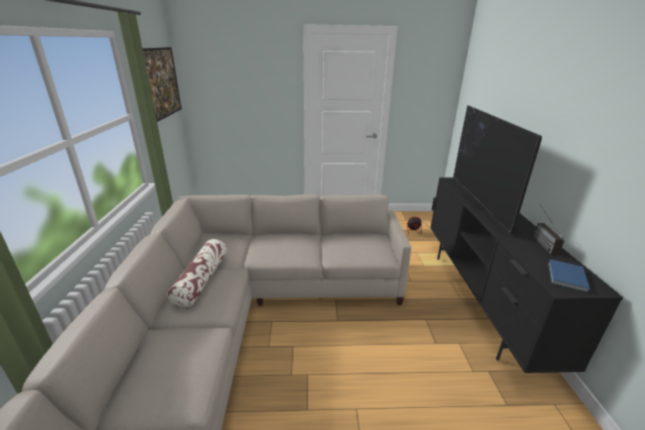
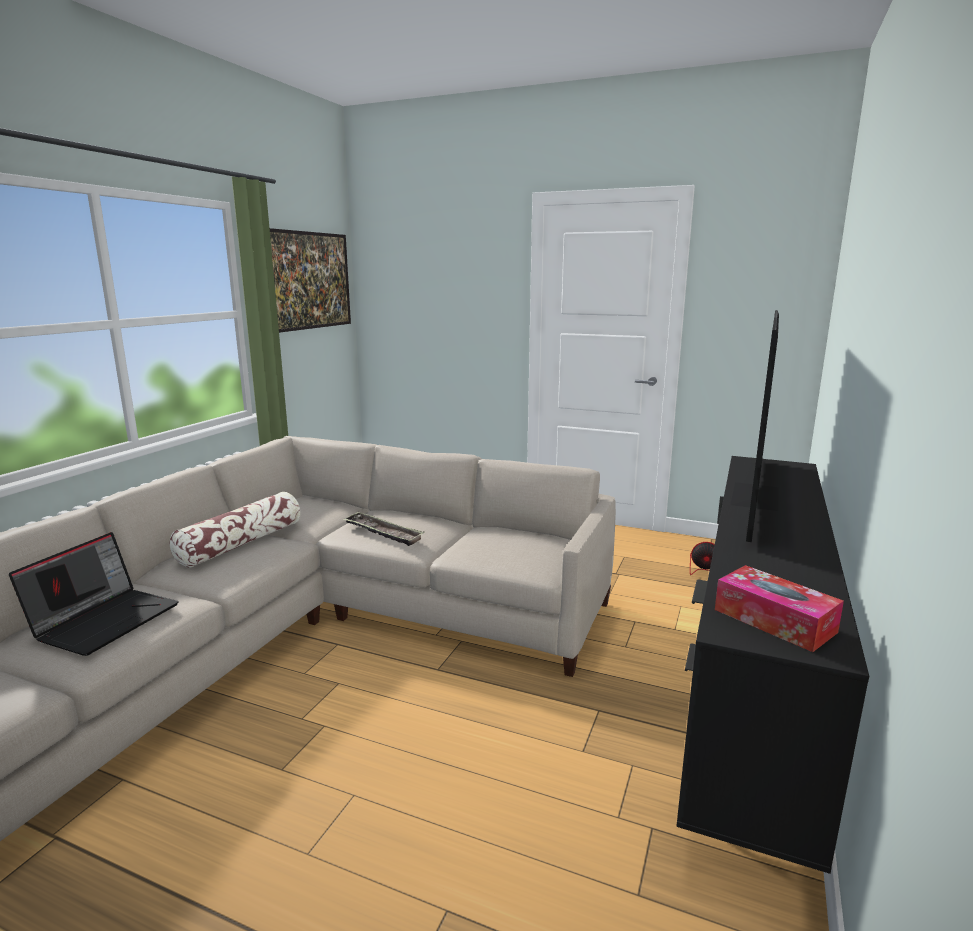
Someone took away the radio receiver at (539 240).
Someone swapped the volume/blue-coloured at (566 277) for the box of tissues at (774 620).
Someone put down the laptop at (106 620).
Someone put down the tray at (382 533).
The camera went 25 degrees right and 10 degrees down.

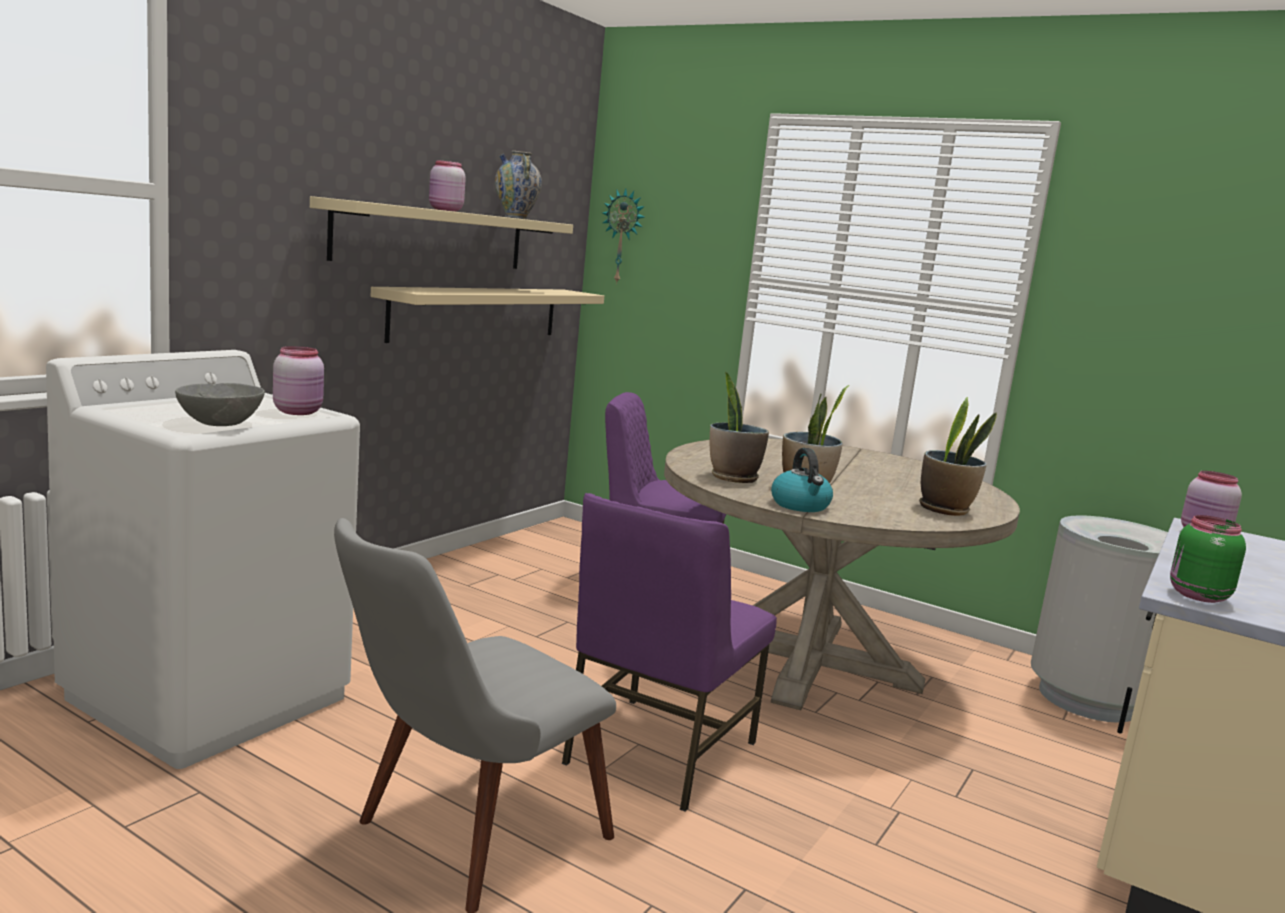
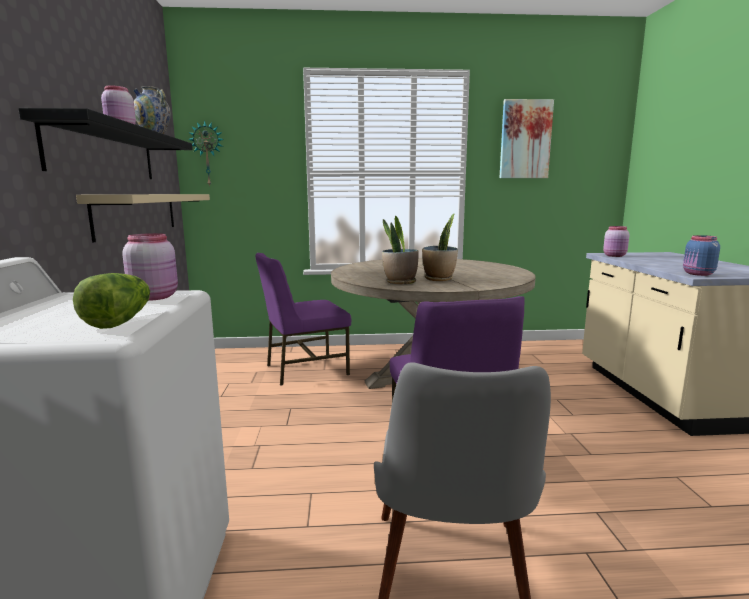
Someone swapped the bowl/greyish at (220 423) for the head of lettuce at (119 321).
Someone repainted the bracket shelf/beige-coloured at (433 237), which became the bracket shelf/black-coloured at (105 153).
Someone took away the water kettle at (801 505).
Someone took away the plant in a pot at (945 509).
Someone took away the rubbish bin/greyish at (1088 699).
Someone repainted the preserve jar/green-coloured at (1196 595), which became the preserve jar/blue-coloured at (698 274).
Someone put up the picture at (525 139).
The camera went 35 degrees left and 0 degrees up.

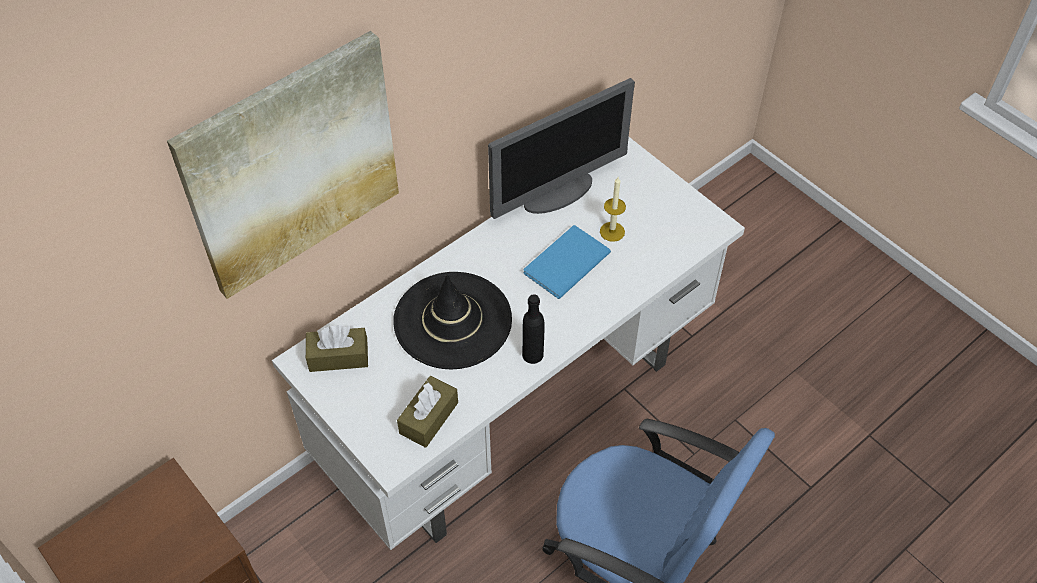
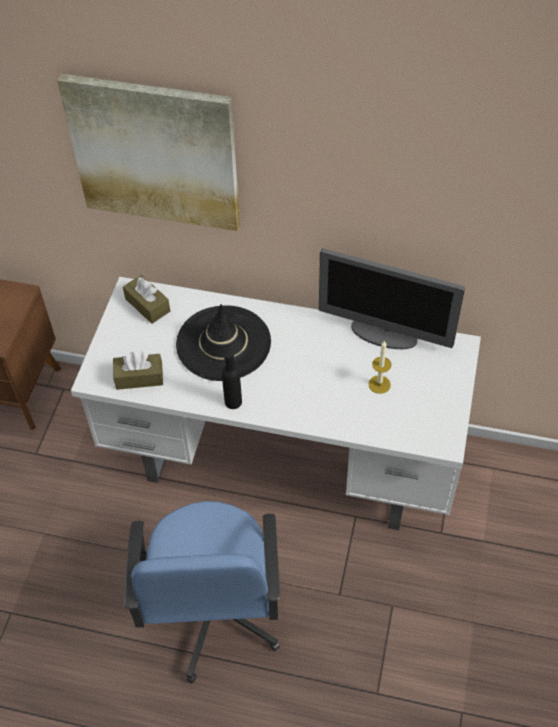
Someone took away the volume/blue-coloured at (563 263).
The camera went 55 degrees right and 0 degrees up.

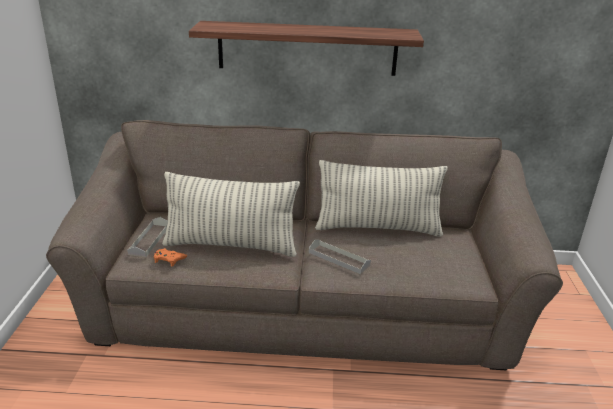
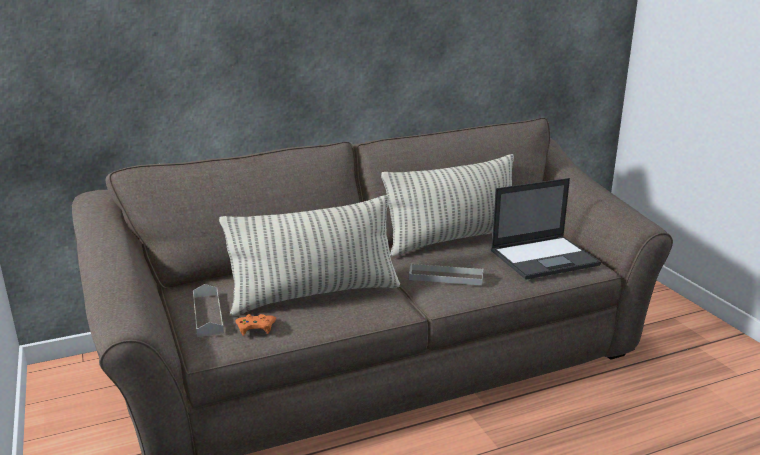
Someone took away the bracket shelf at (307 48).
Someone put down the laptop at (545 257).
The camera went 25 degrees left and 5 degrees down.

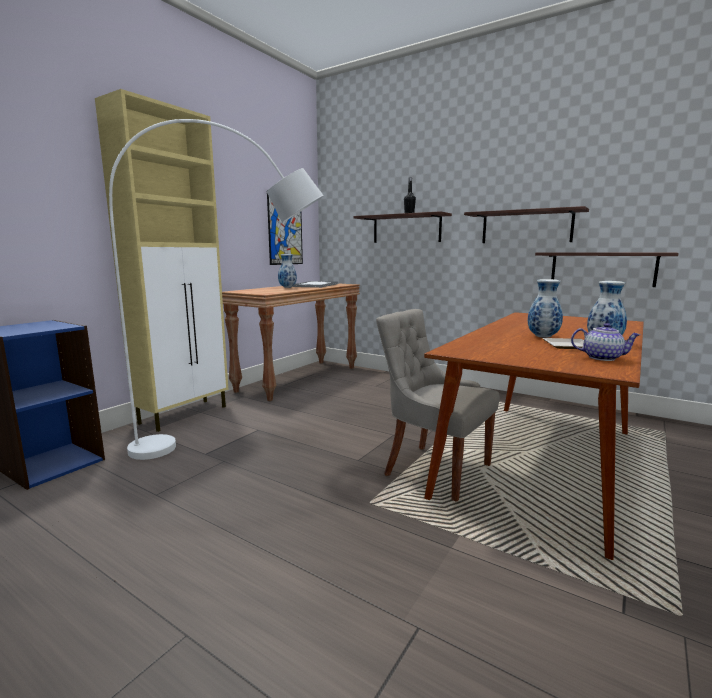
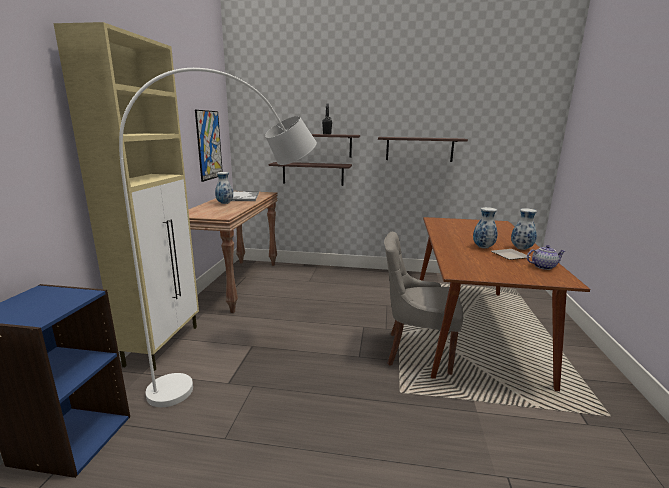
Someone carried the bracket shelf from (602 268) to (313 173).
The camera went 25 degrees left and 5 degrees up.

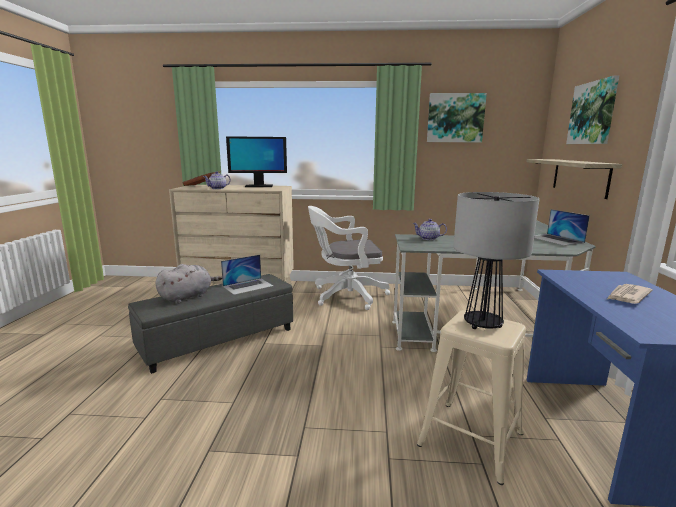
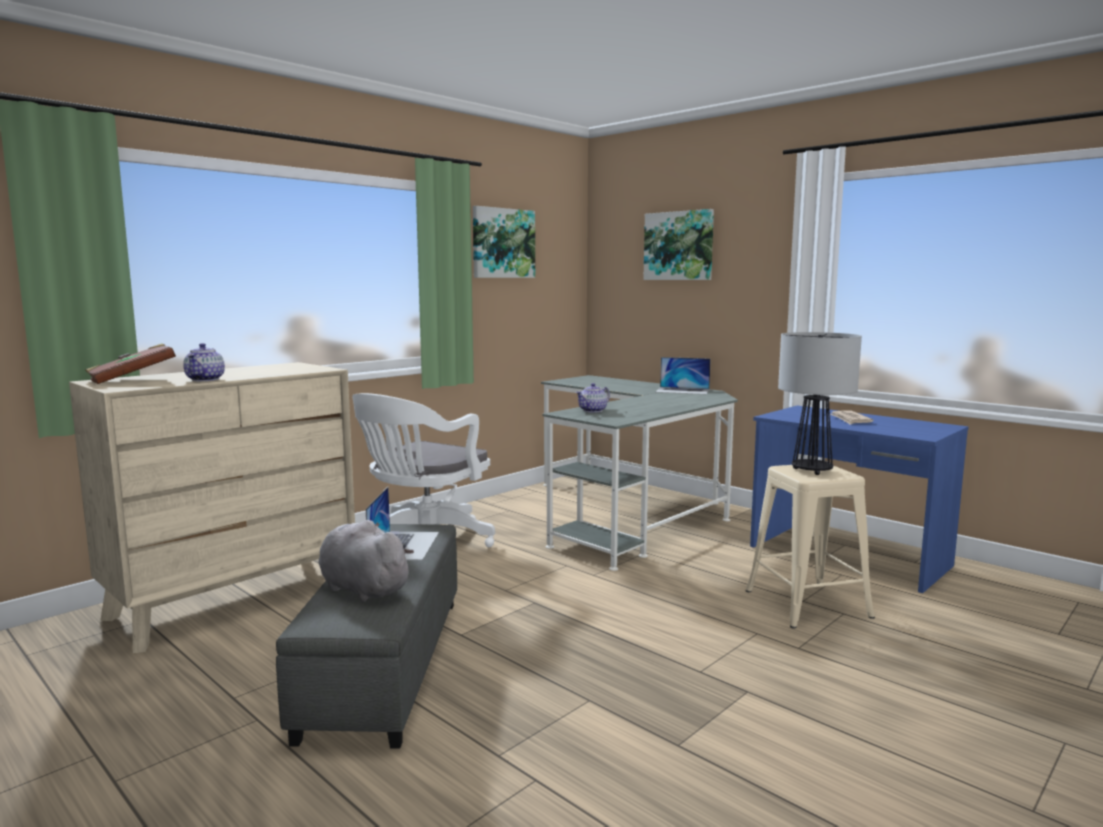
Someone rotated the soft toy/greyish at (188 297) by 45 degrees counterclockwise.
Someone took away the computer screen at (258 186).
Someone took away the bracket shelf at (579 177).
The camera went 50 degrees left and 5 degrees down.

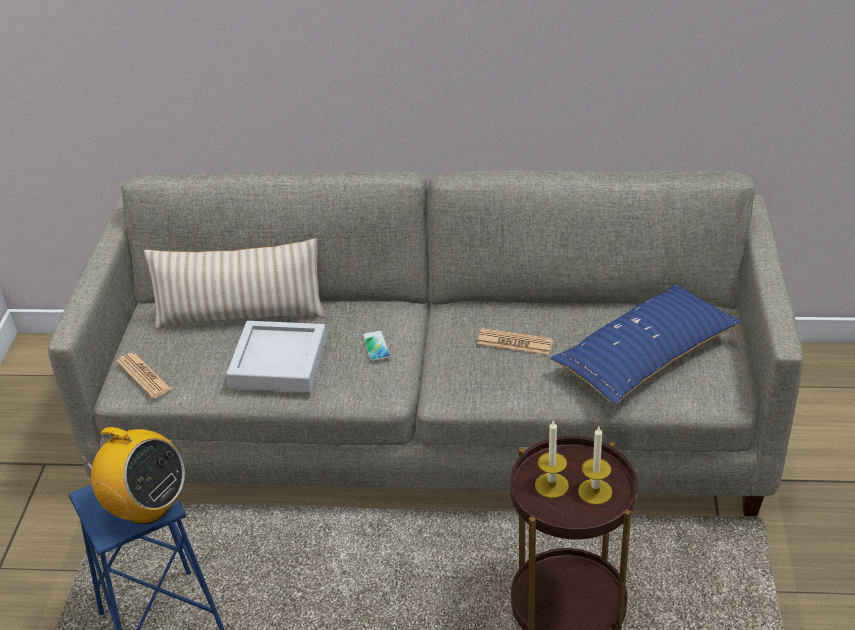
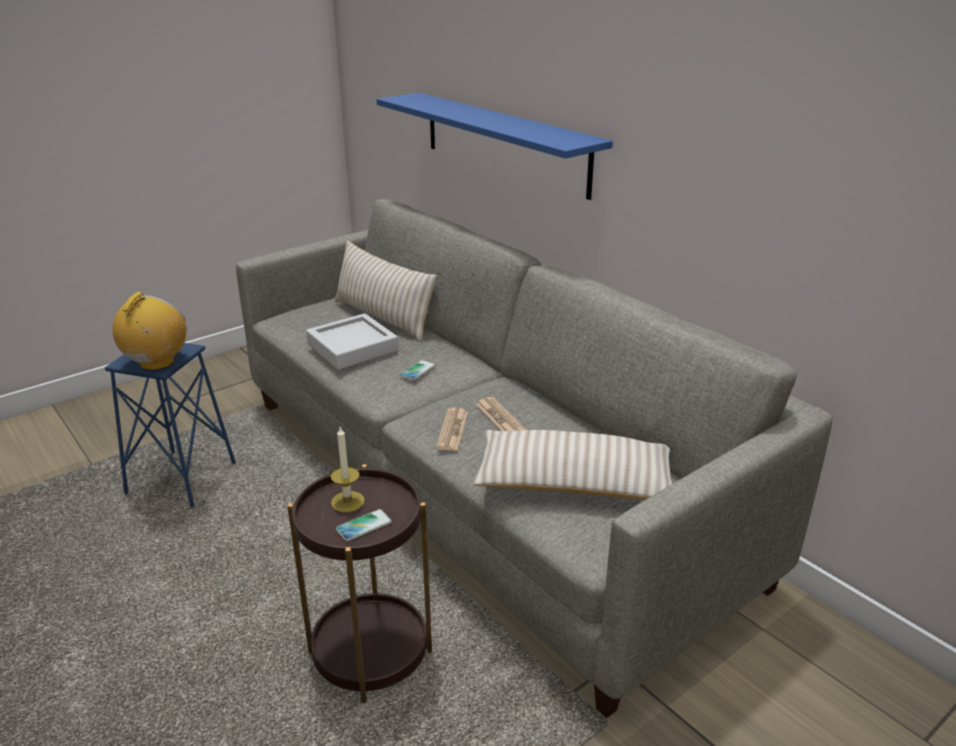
Someone rotated the radio receiver at (146 508) by 150 degrees counterclockwise.
Someone carried the printed paper from (144 376) to (452 430).
Someone repainted the throw pillow/blue-coloured at (645 357), which became the throw pillow/beige-coloured at (574 483).
Someone swapped the candle at (595 491) for the telephone at (364 526).
Someone put up the bracket shelf/blue-coloured at (504 142).
The camera went 45 degrees right and 10 degrees down.

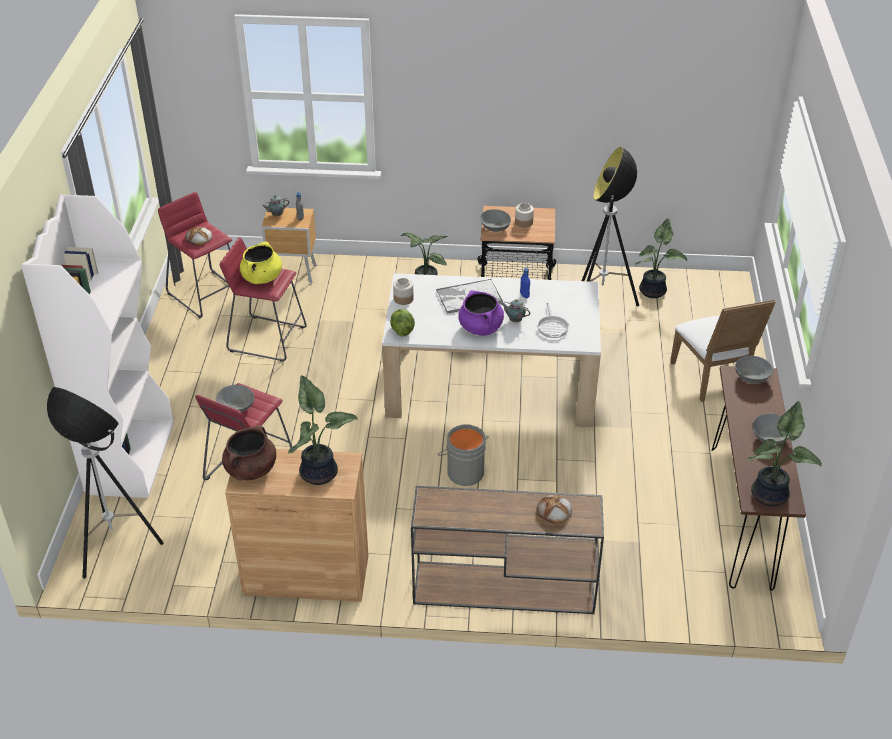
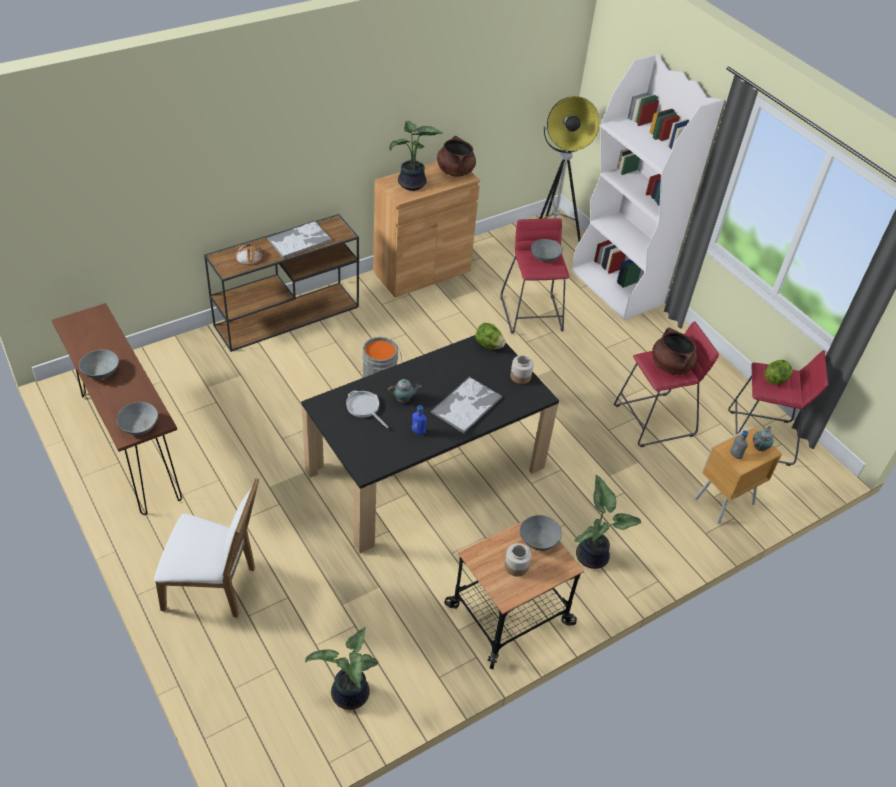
Someone swapped the baked bread at (199 238) for the head of lettuce at (775 379).
Someone repainted the saucepot/yellowish at (262 278), which became the saucepot/brown at (670 365).
Someone repainted the kitchen table/whitish at (490 385), which became the kitchen table/black-coloured at (426 469).
Someone took away the saucepot/purple at (481 328).
Someone took away the standing lamp at (601 302).
Someone rotated the upright chair/whitish at (713 380) by 150 degrees clockwise.
Someone took away the plant in a pot at (771 494).
Someone put down the tray at (299 240).
The camera went 140 degrees right and 5 degrees up.

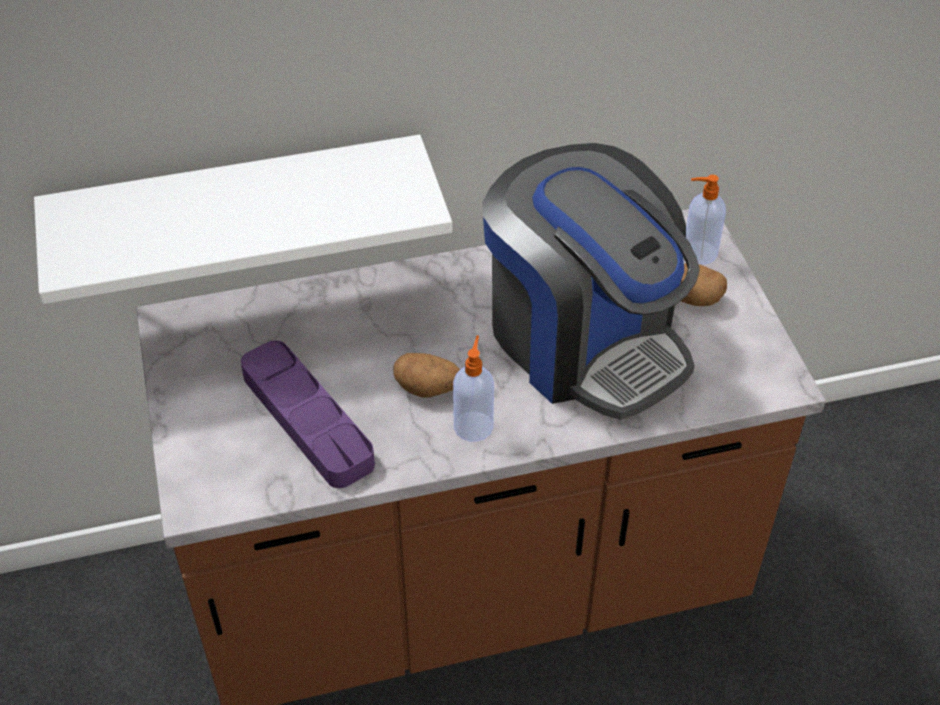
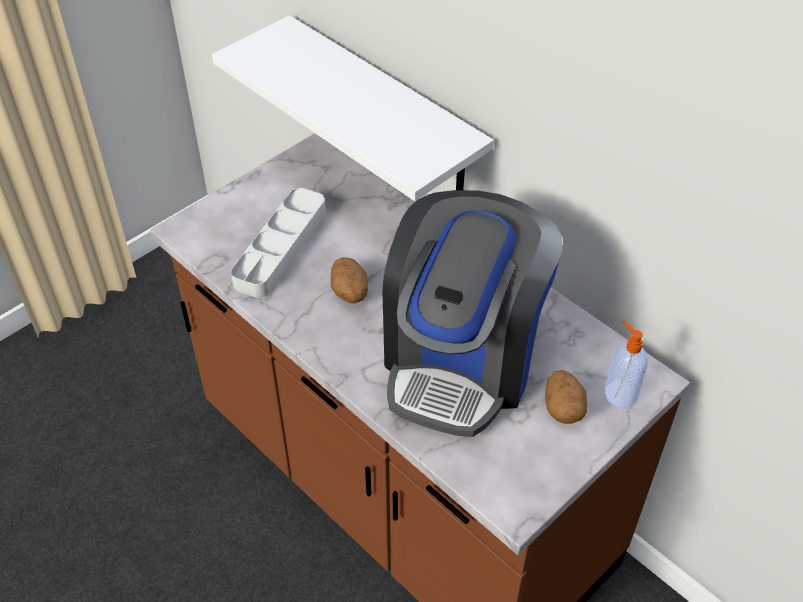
Someone repainted the tray/purple at (307 419), which became the tray/greyish at (281 247).
Someone took away the soap dispenser at (473 425).
The camera went 60 degrees right and 0 degrees up.

